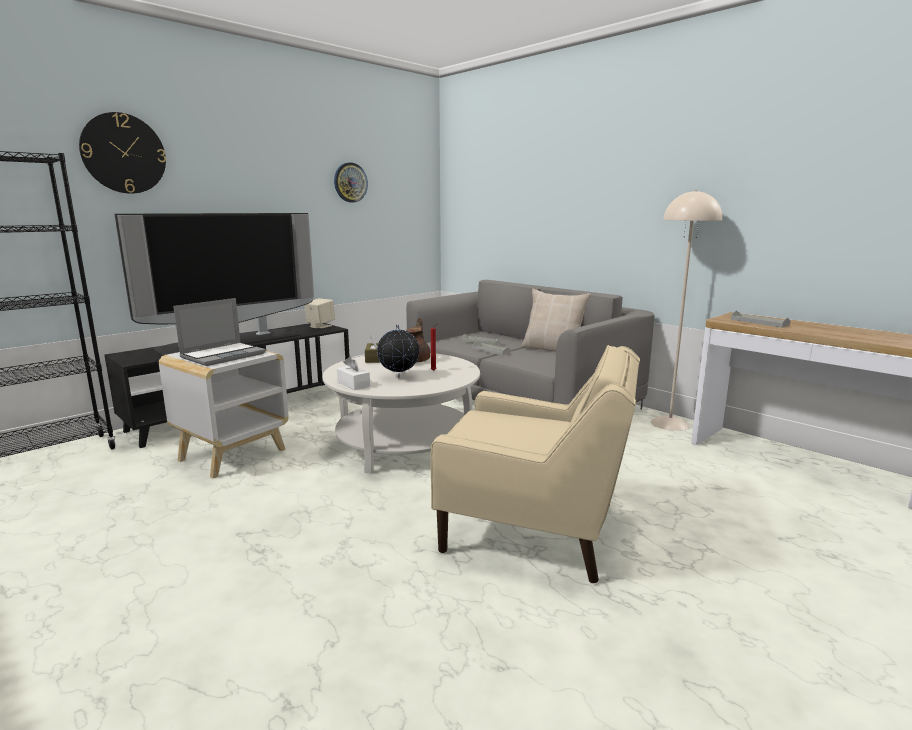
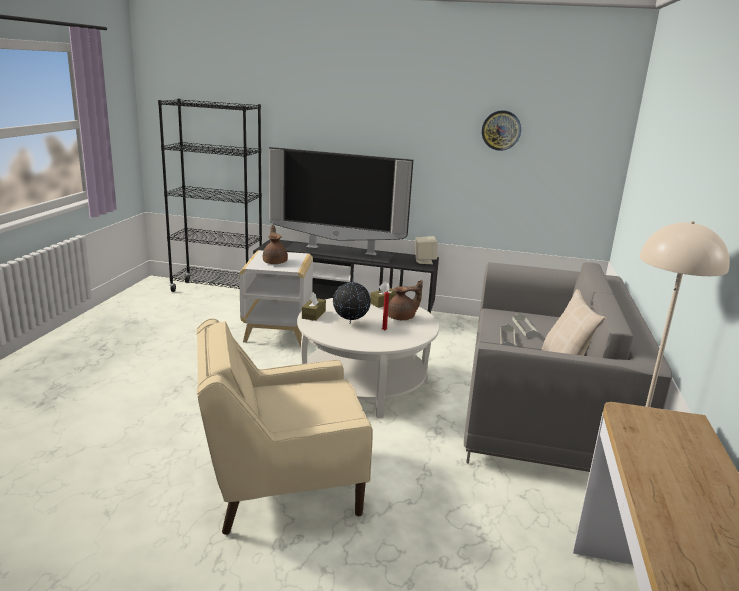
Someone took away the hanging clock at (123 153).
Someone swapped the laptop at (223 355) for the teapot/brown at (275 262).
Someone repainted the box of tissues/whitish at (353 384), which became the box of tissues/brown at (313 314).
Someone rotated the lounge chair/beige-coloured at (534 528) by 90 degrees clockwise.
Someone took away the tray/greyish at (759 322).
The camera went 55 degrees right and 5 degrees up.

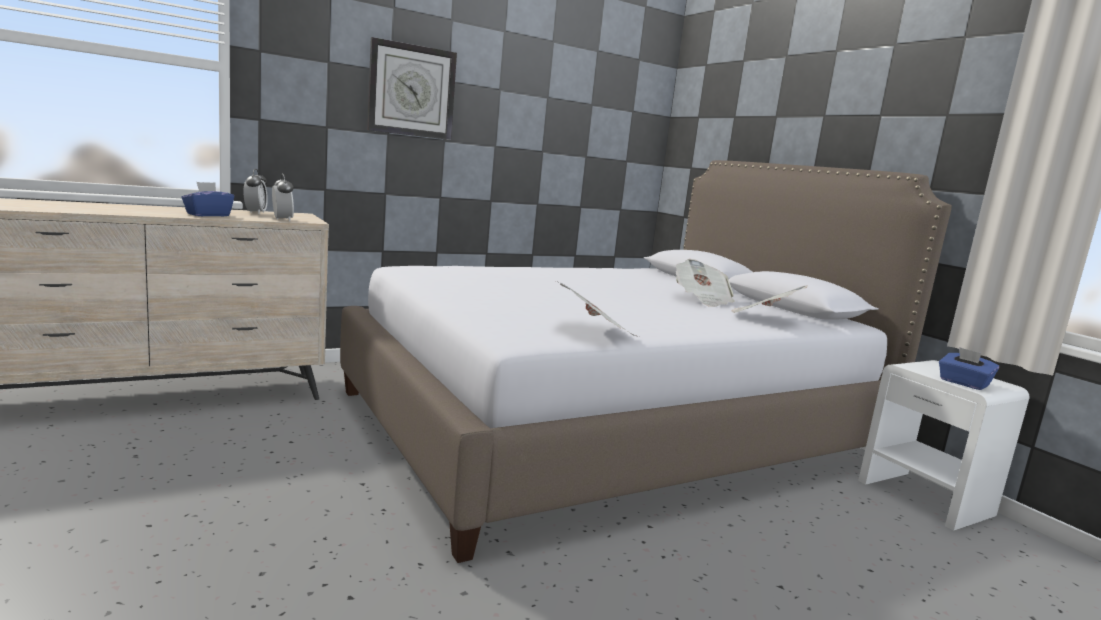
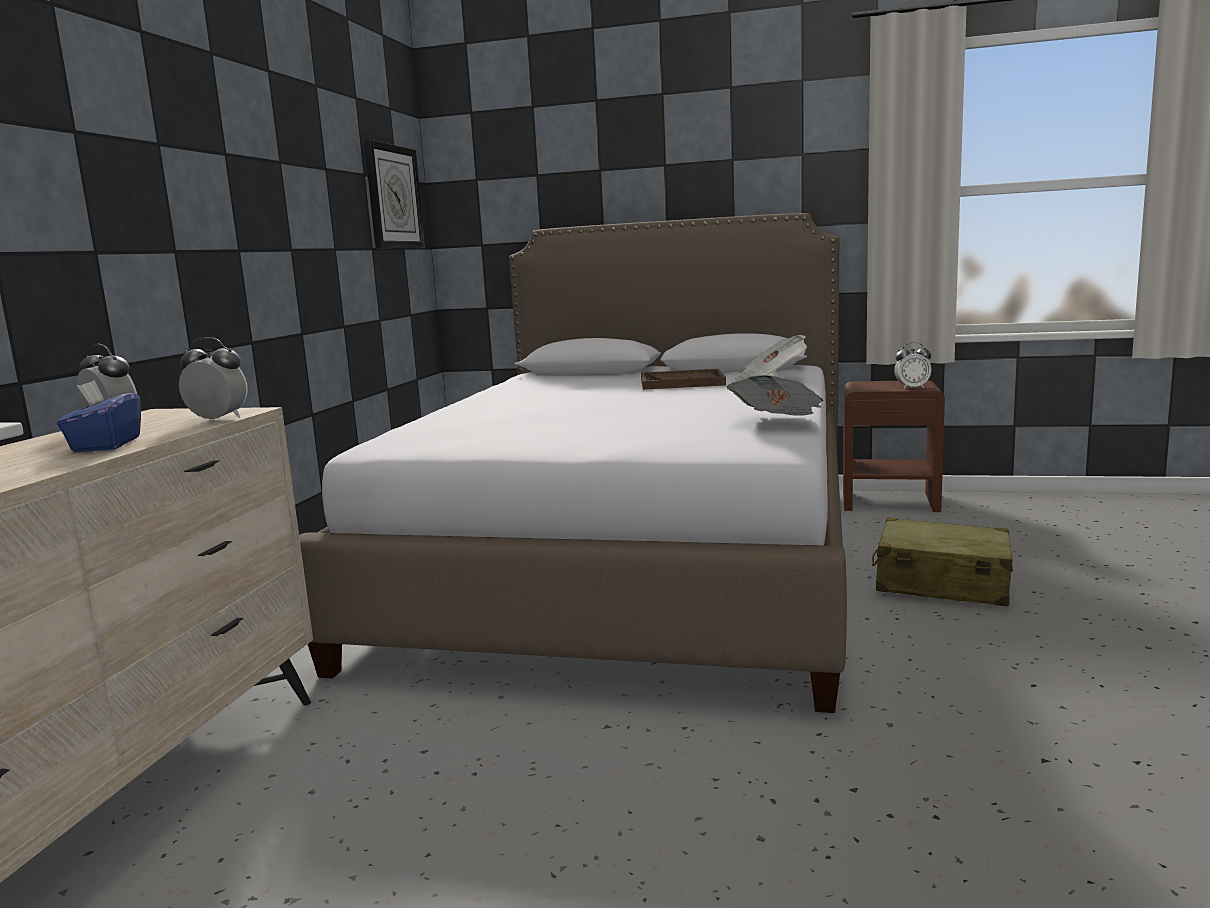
Someone carried the hanging clock from (411 91) to (393 197).
Someone swapped the printed paper at (702 300) for the tray/brown at (682 382).
Someone repainted the night table/whitish at (926 498), which became the night table/brown at (890 501).
Someone swapped the box of tissues/blue-coloured at (963 383) for the table clock at (912 388).
Someone put down the piece of luggage/beige-coloured at (941 584).
The camera went 45 degrees left and 0 degrees up.

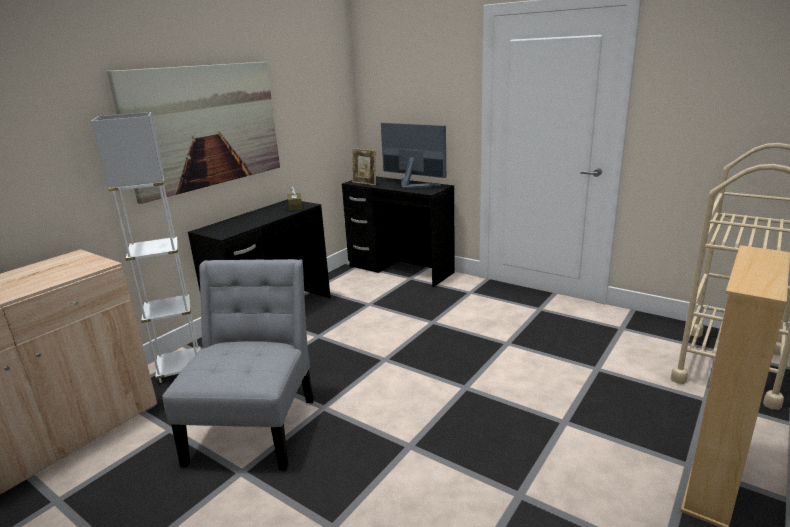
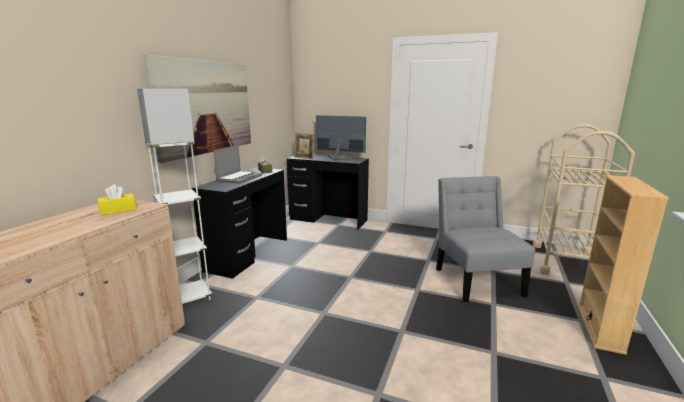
Someone carried the upright chair/greyish from (256 425) to (476 279).
Someone put down the box of tissues/yellowish at (118 210).
Someone put down the laptop at (239 178).
The camera went 15 degrees left and 5 degrees down.

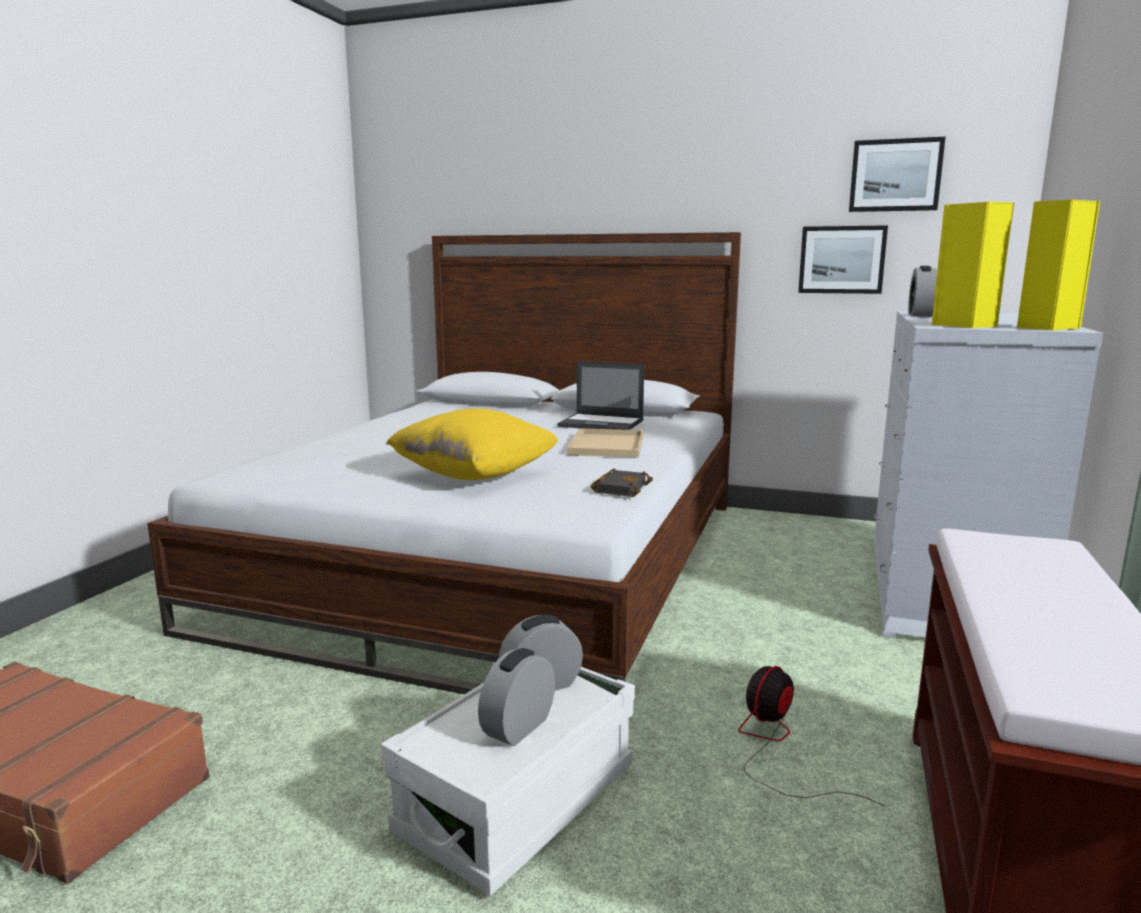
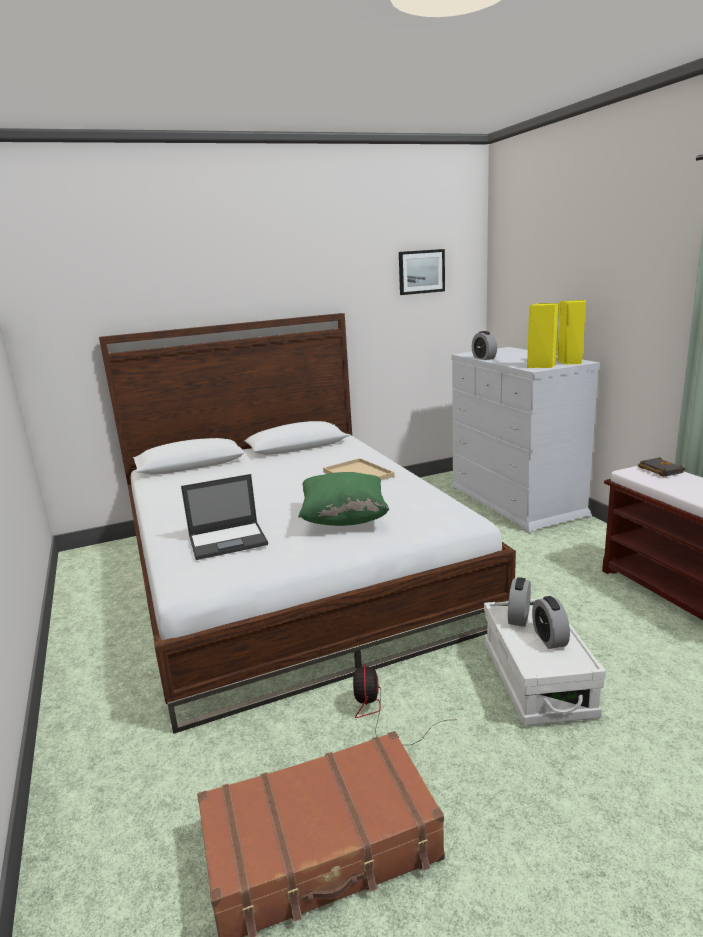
Someone repainted the throw pillow/yellowish at (474 475), which became the throw pillow/green-coloured at (344 519).
Someone carried the laptop from (602 423) to (229 540).
Someone carried the volume/black-coloured from (620 488) to (658 470).
Someone carried the cooling fan from (777 747) to (381 715).
Someone took away the picture at (842 260).
The camera went 40 degrees left and 5 degrees up.

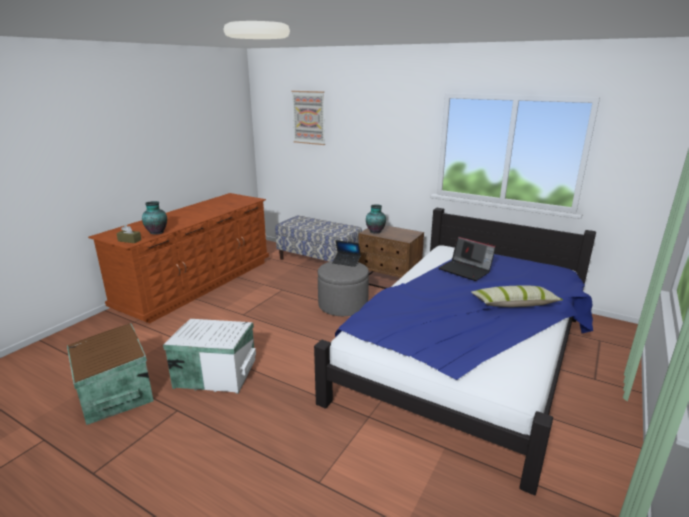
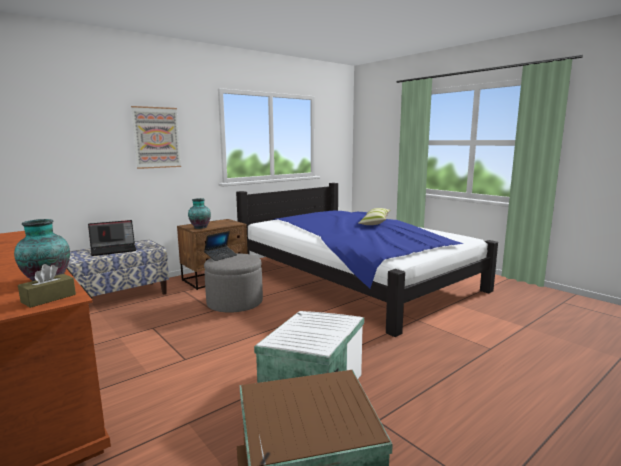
Someone carried the picture from (309 117) to (156 137).
Someone carried the laptop from (466 270) to (114 250).
The camera went 70 degrees left and 10 degrees down.

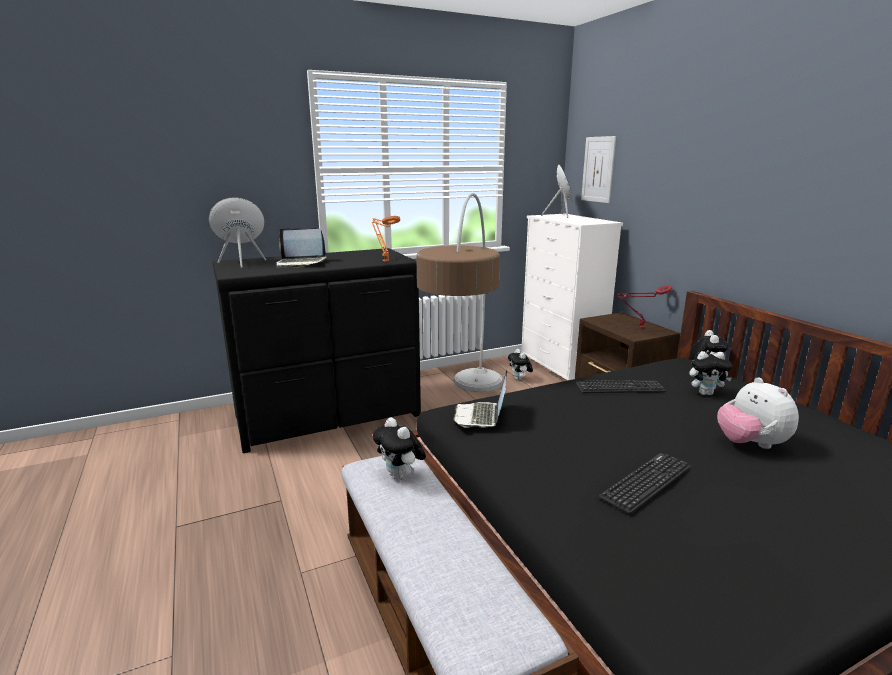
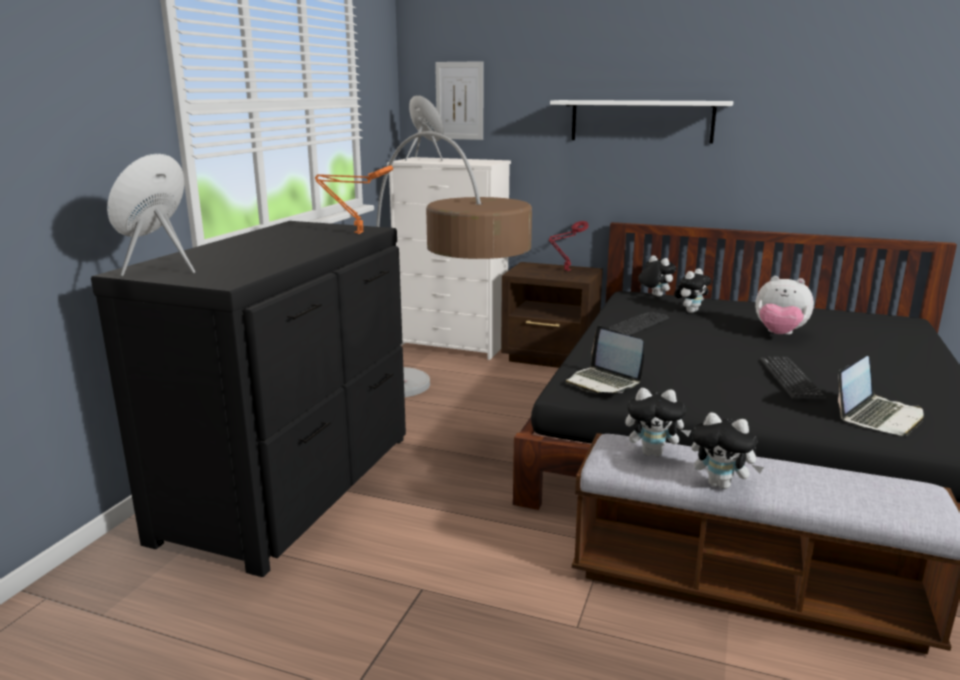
Someone carried the laptop from (301 263) to (879 417).
Someone carried the soft toy from (519 379) to (721 485).
Someone put up the bracket shelf/whitish at (641 121).
The camera went 45 degrees left and 0 degrees up.

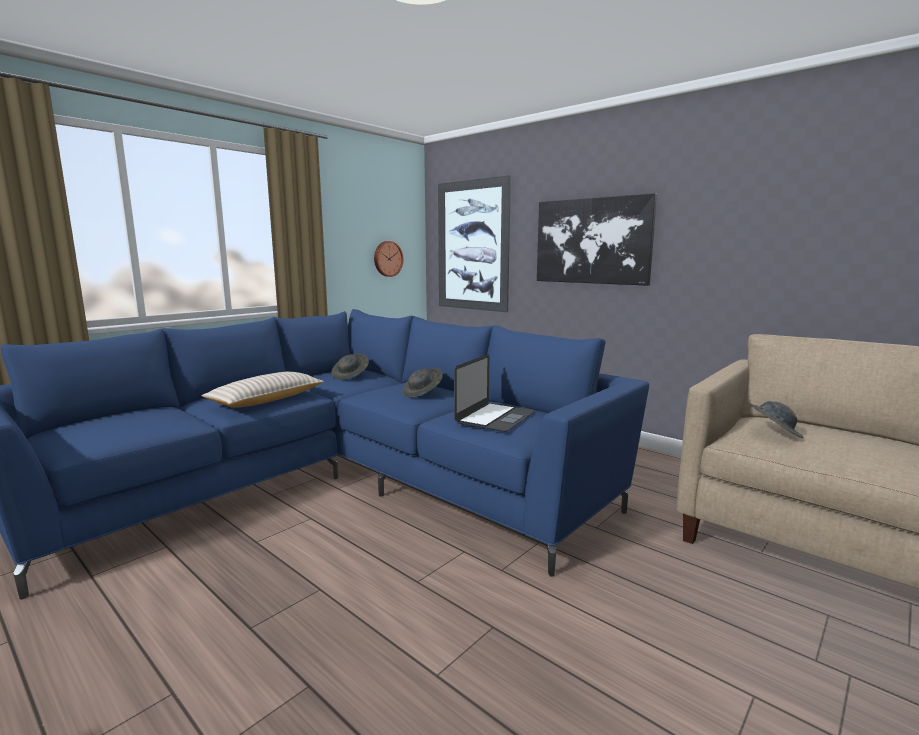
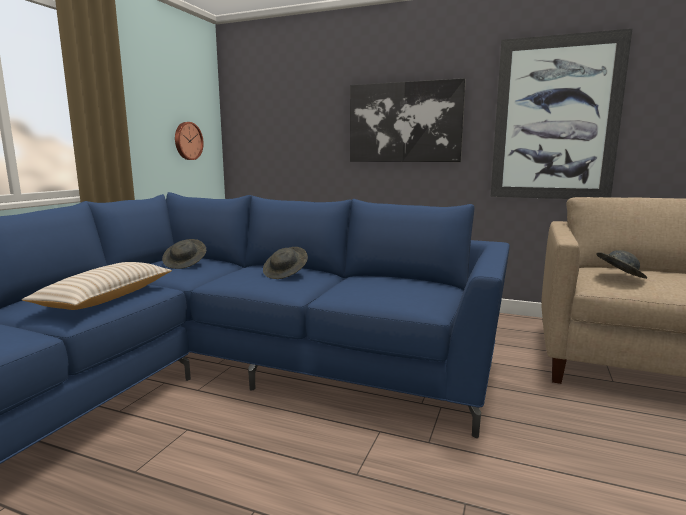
Someone carried the picture from (472 246) to (555 119).
Someone took away the laptop at (495 417).
The camera went 20 degrees left and 0 degrees up.

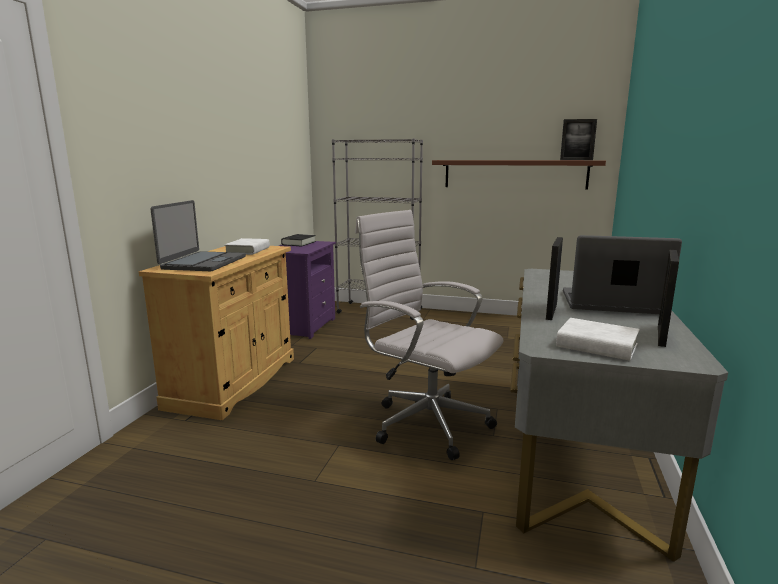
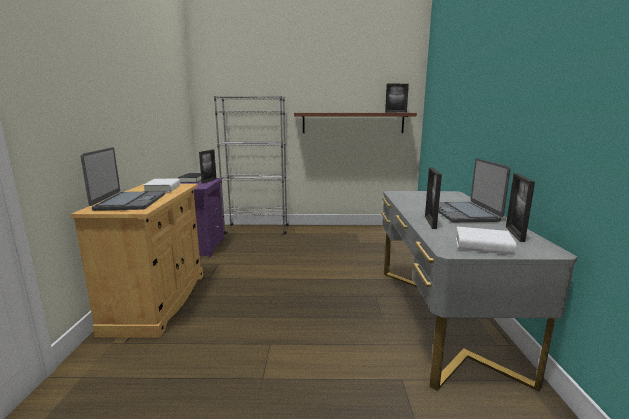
Someone took away the office chair/whitish at (426 422).
Someone rotated the laptop at (612 303) by 90 degrees counterclockwise.
Someone put down the photo frame at (209 181).
The camera went 15 degrees left and 0 degrees up.

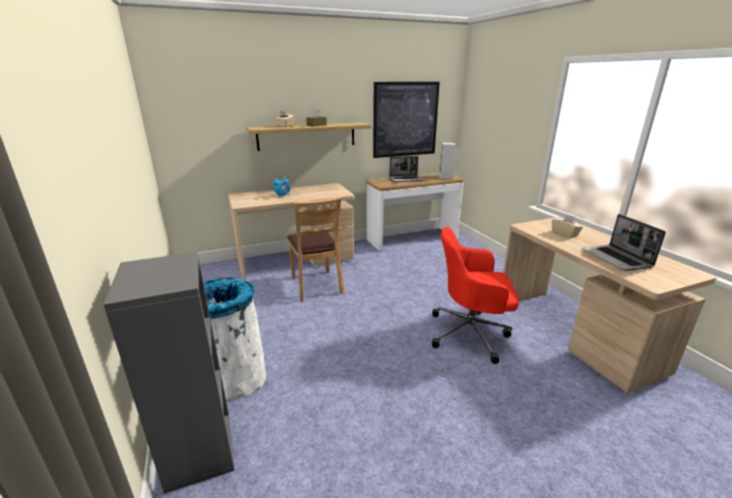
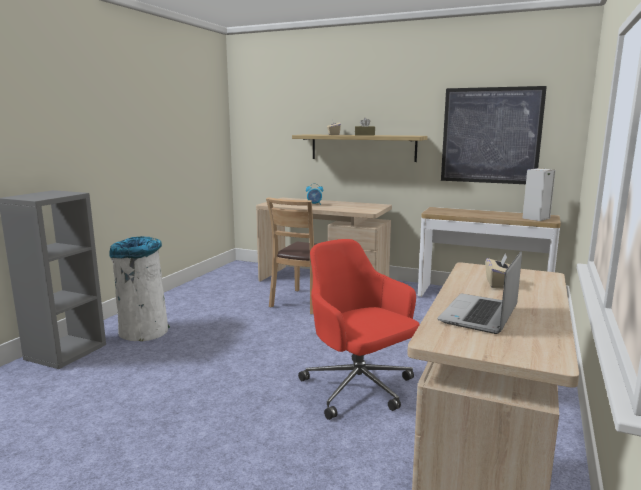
Someone took away the laptop at (406 179).
The camera went 45 degrees right and 10 degrees down.

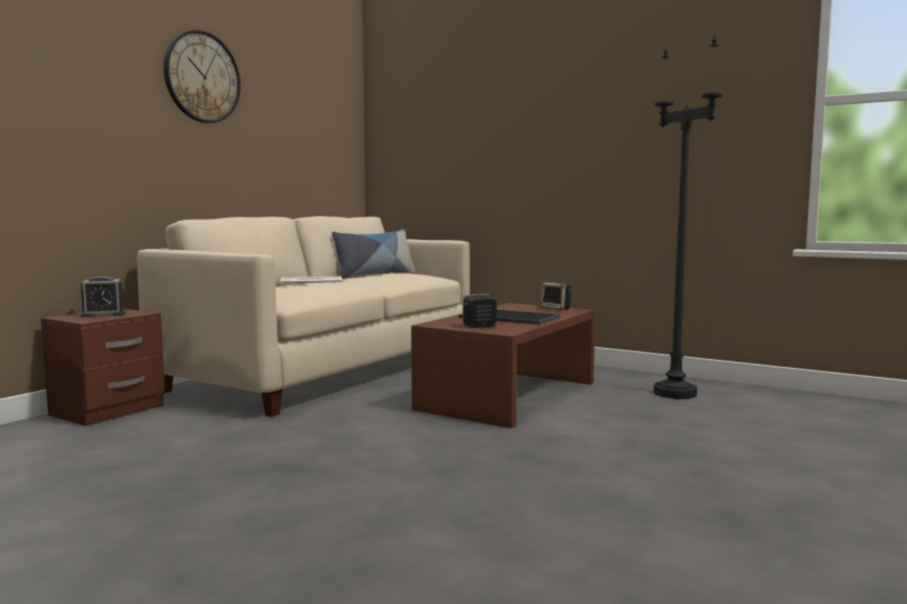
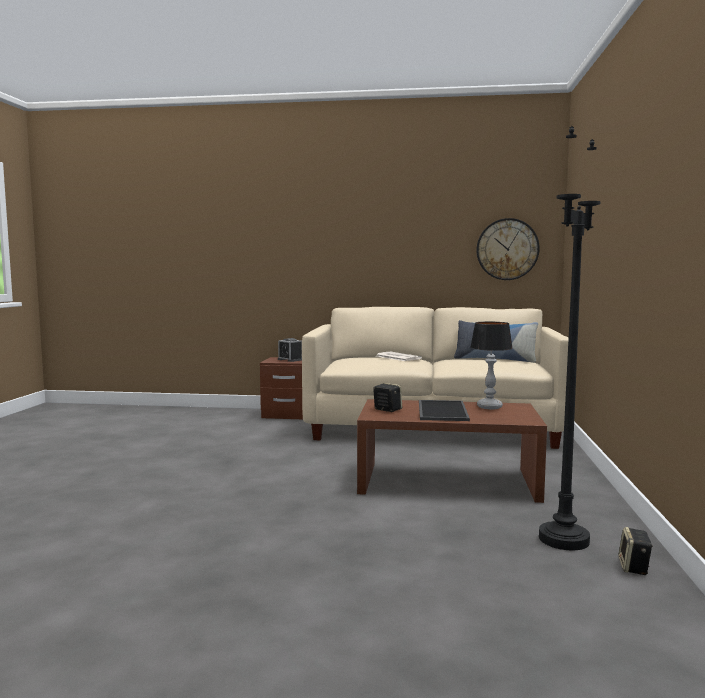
Someone carried the hanging clock from (202 77) to (507 249).
Someone carried the speaker from (556 309) to (634 568).
Someone put down the lamp for a table at (490 407).
The camera went 65 degrees right and 0 degrees up.

